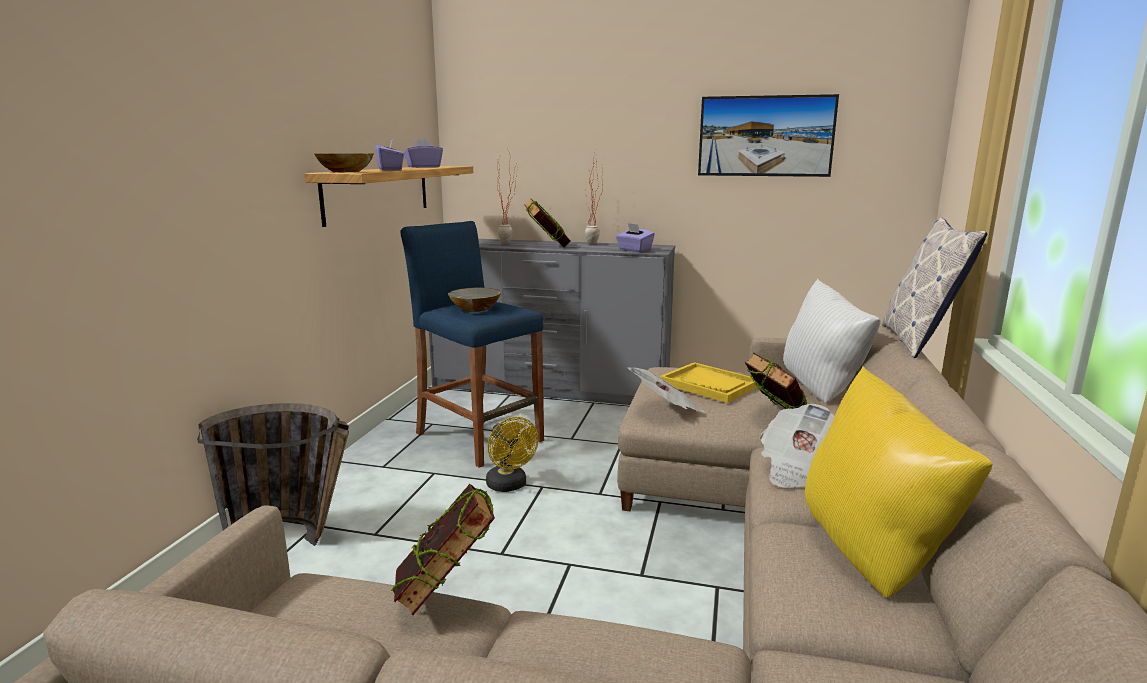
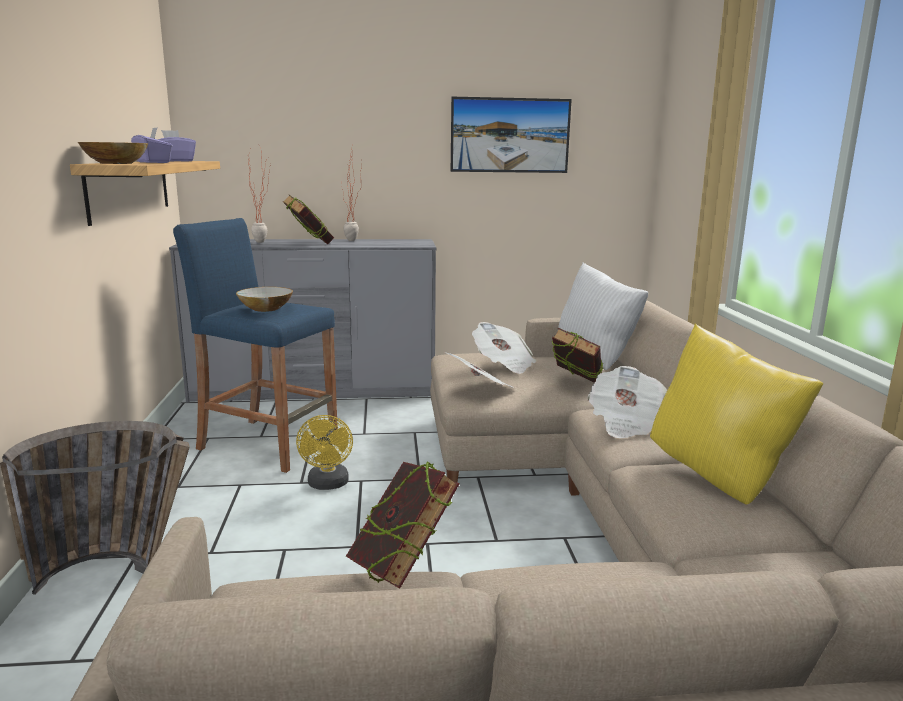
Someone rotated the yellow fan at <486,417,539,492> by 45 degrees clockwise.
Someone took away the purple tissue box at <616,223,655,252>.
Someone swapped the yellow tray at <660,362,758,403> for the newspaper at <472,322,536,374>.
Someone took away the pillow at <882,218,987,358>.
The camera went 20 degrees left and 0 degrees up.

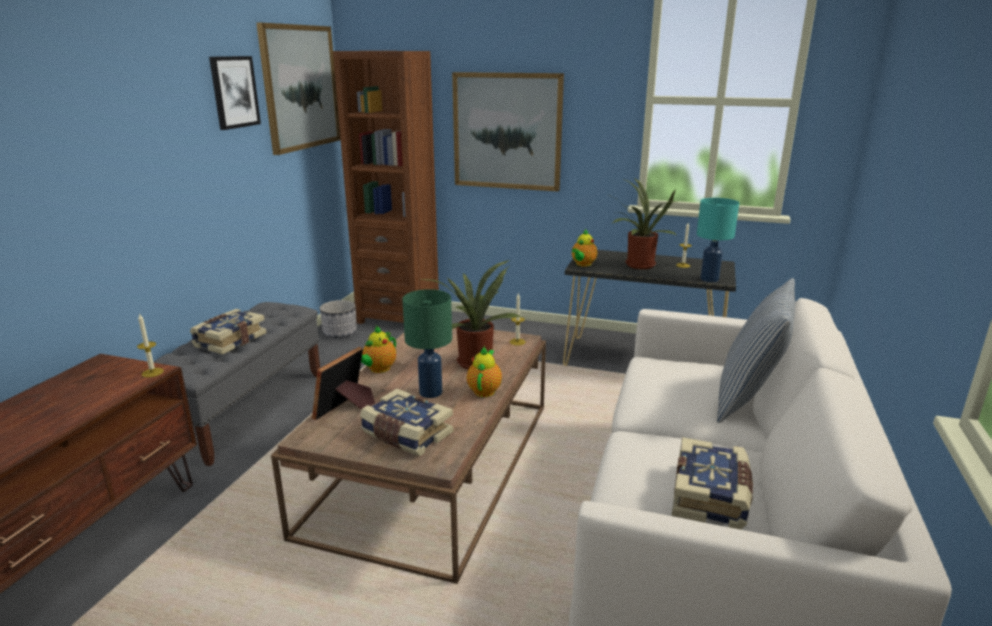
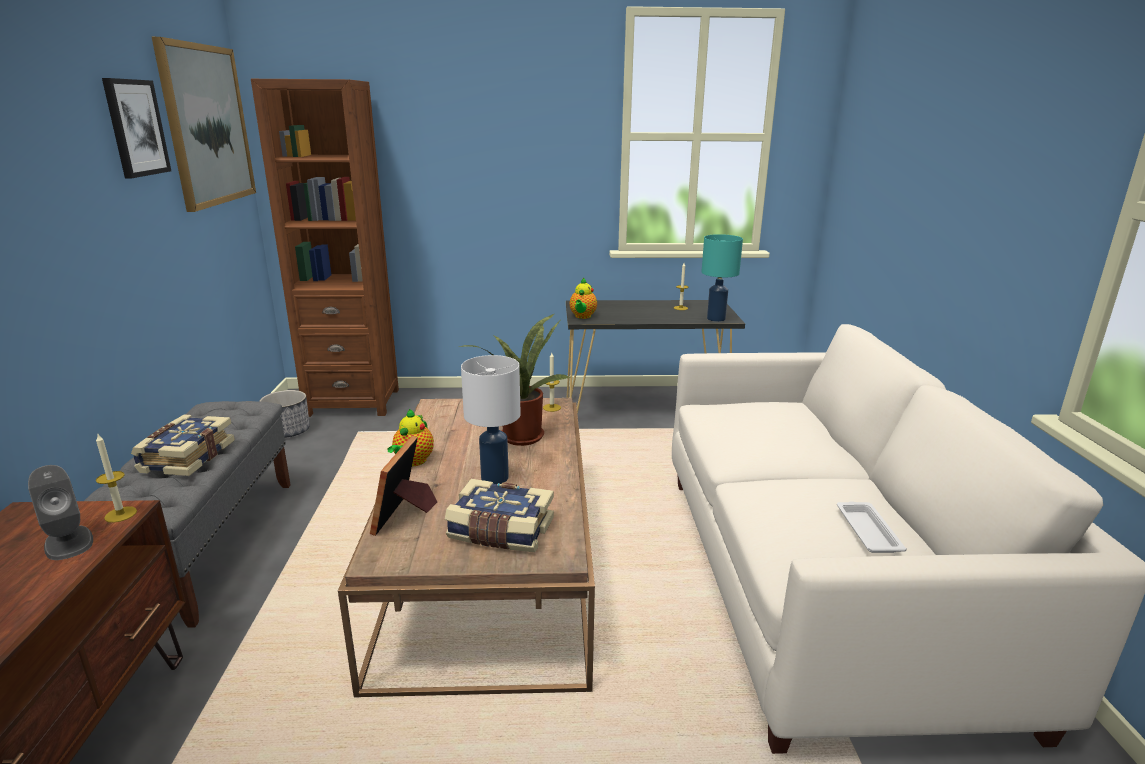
Someone repainted the green table lamp at <402,289,452,398>, which became the white table lamp at <461,355,521,484>.
Someone took away the picture at <452,72,564,191>.
Someone took away the teapot at <467,346,502,397>.
Someone took away the potted plant at <612,178,677,269>.
Someone swapped the book at <672,437,753,530> for the white tray at <837,501,907,553>.
Someone took away the pillow at <717,278,795,423>.
Someone put down the grey speaker at <28,465,93,560>.
The camera went 20 degrees left and 0 degrees up.

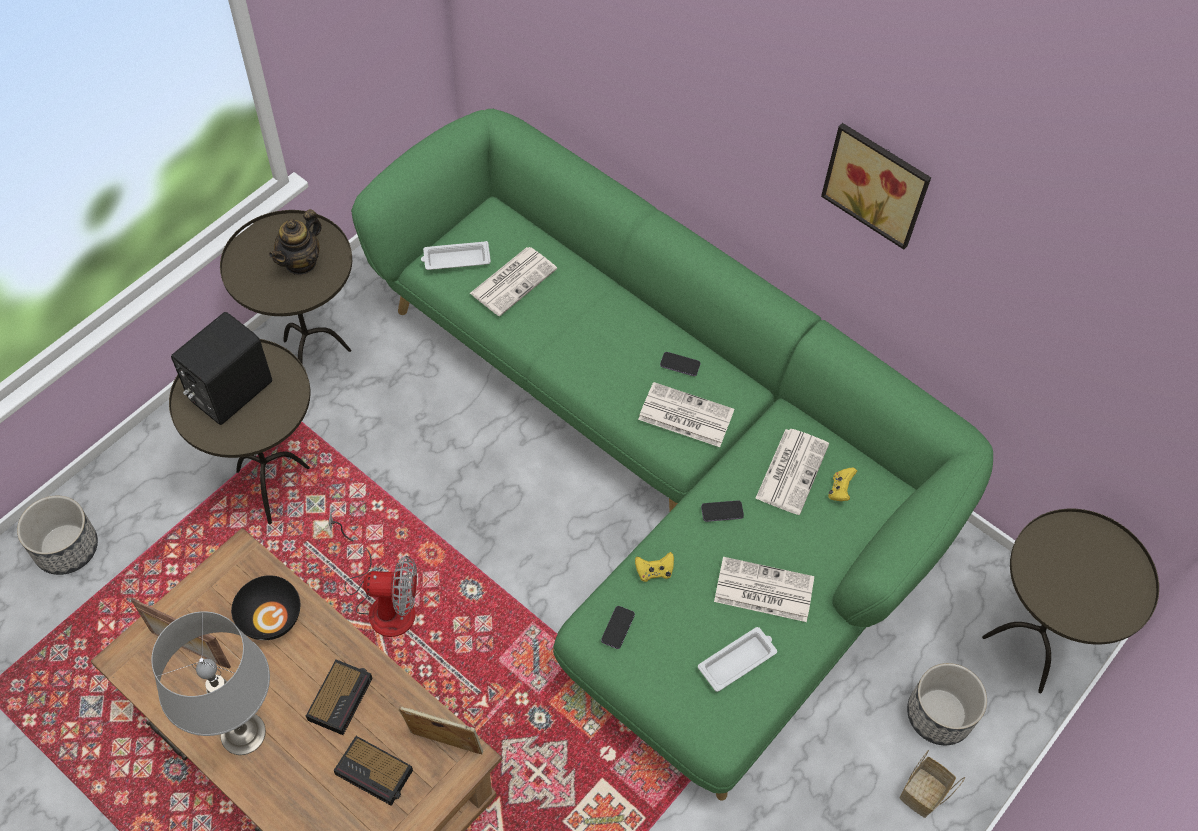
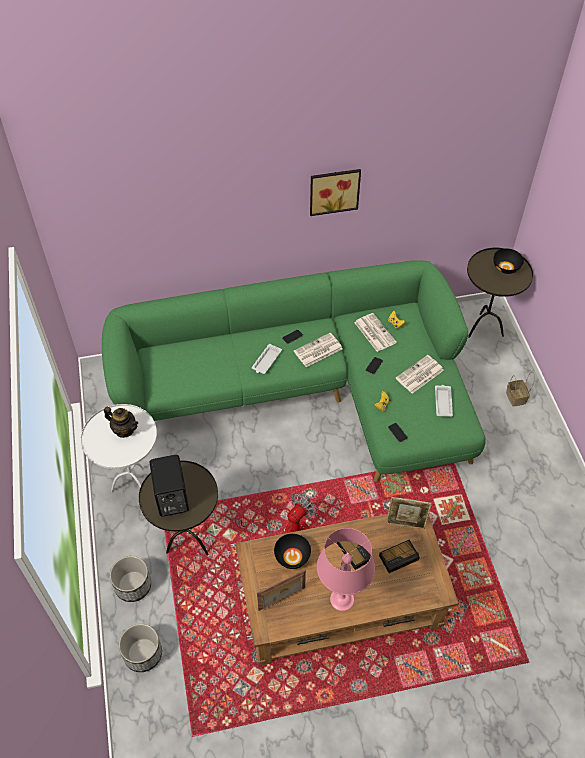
Someone repainted the grey table lamp at <151,611,270,755>, which became the pink table lamp at <317,528,375,611>.
Someone repainted the brown side table at <220,210,352,365>, which became the white side table at <81,404,157,493>.
Someone rotated the teapot at <269,209,322,275> by 45 degrees counterclockwise.
Someone rotated the picture frame at <399,706,483,754> by 135 degrees counterclockwise.
Someone carried the white tray from <421,241,491,270> to <252,344,282,374>.
Someone took away the newspaper at <470,247,557,316>.
Someone carried the planter from <907,663,987,745> to <110,556,151,602>.
Someone put down the black bowl at <494,248,524,274>.
The camera went 50 degrees left and 5 degrees down.

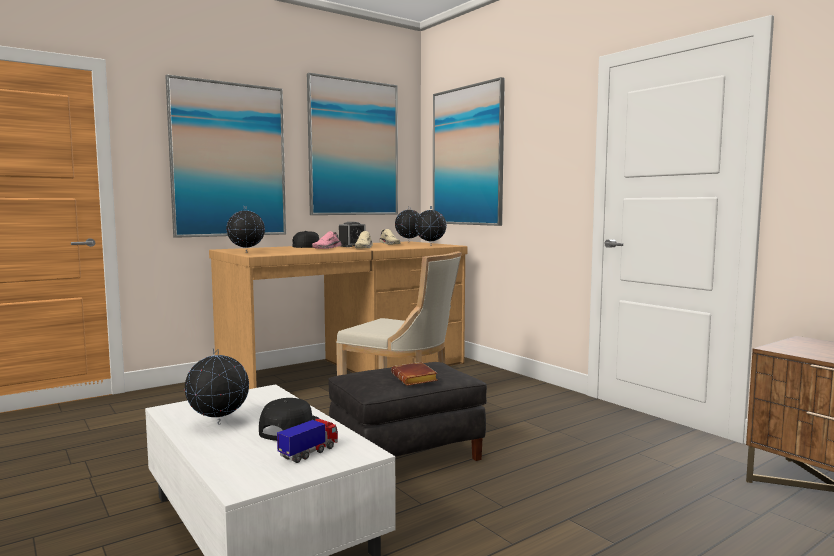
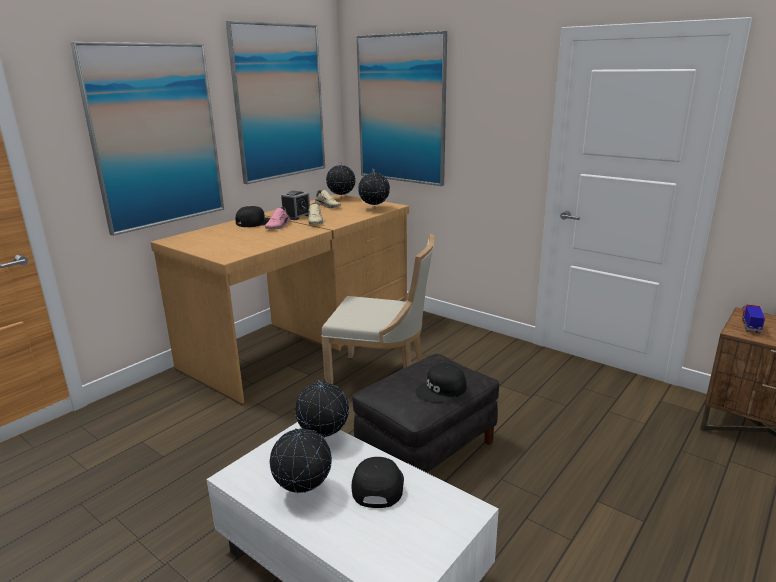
Someone carried the globe from <226,206,265,252> to <295,380,349,438>.
Someone carried the toy truck from <277,419,338,463> to <742,304,765,333>.
Someone swapped the brown book at <391,362,438,386> for the black cap at <416,363,467,403>.
The camera went 15 degrees left and 15 degrees up.

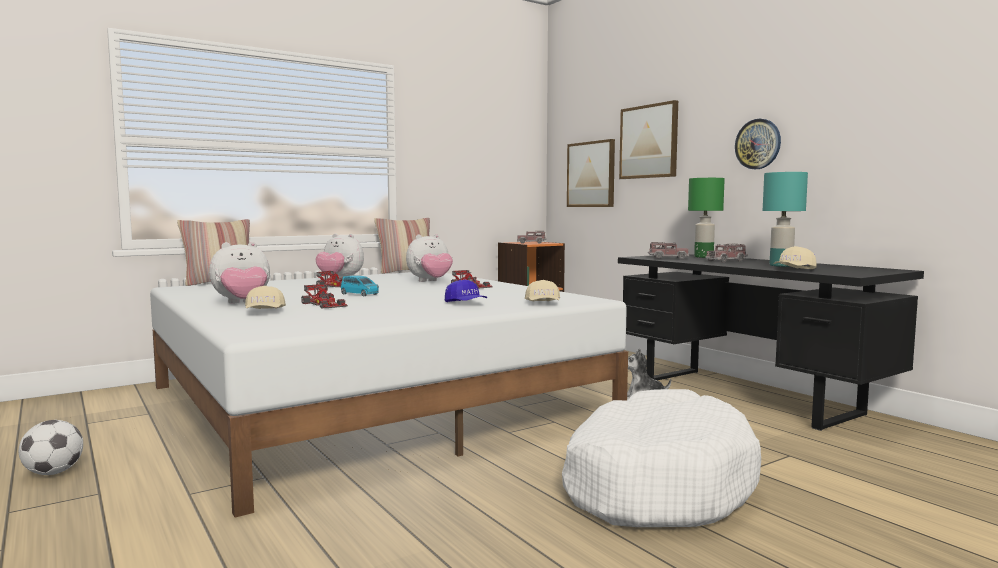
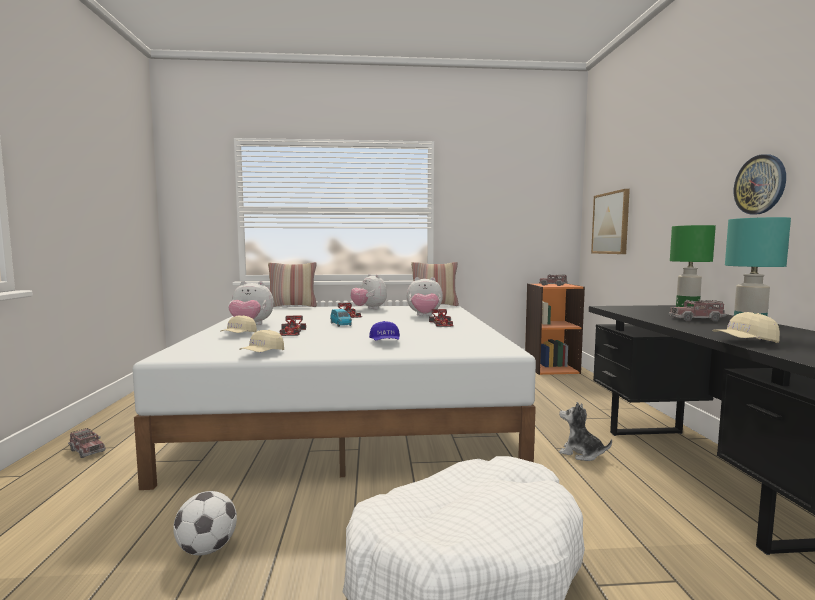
Someone carried the football from <19,420,83,475> to <173,491,237,556>.
Someone carried the beige cap from <525,280,560,301> to <240,330,284,352>.
Someone took away the picture at <619,100,678,179>.
Someone carried the toy truck from <648,242,689,259> to <68,428,106,458>.
The camera went 30 degrees right and 0 degrees up.

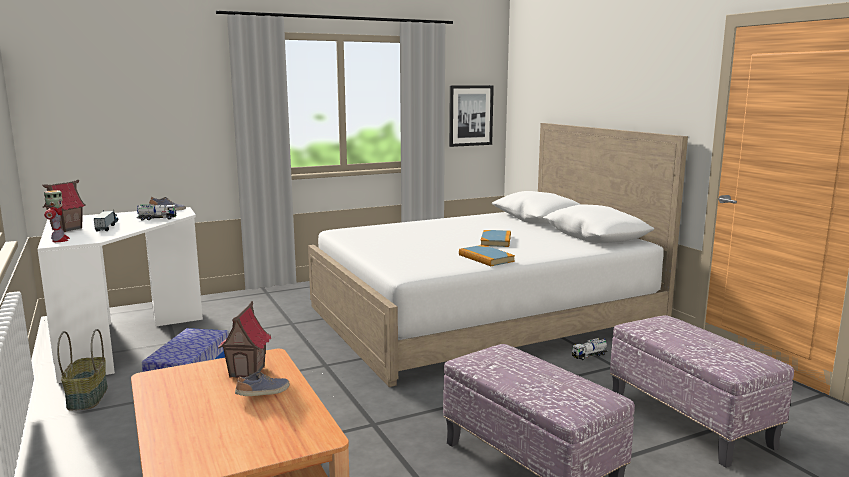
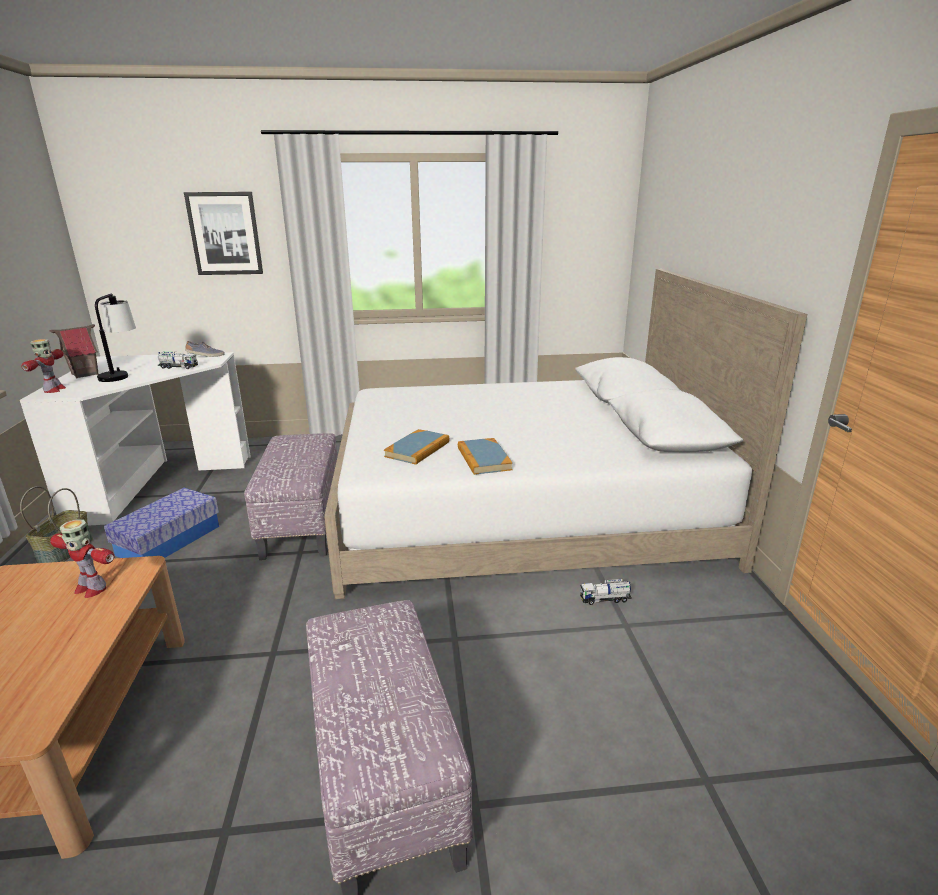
Someone swapped the toy truck at <93,209,119,232> for the table lamp at <95,294,136,382>.
Someone swapped the toy house at <218,301,271,378> for the toy robot at <50,519,114,598>.
Someone took away the shoe at <235,371,290,396>.
Someone carried the picture from <449,85,494,147> to <184,192,263,275>.
Someone carried the book from <480,230,511,247> to <384,429,449,465>.
Someone carried the ottoman from <610,315,794,468> to <244,433,338,560>.
The camera went 20 degrees right and 10 degrees up.

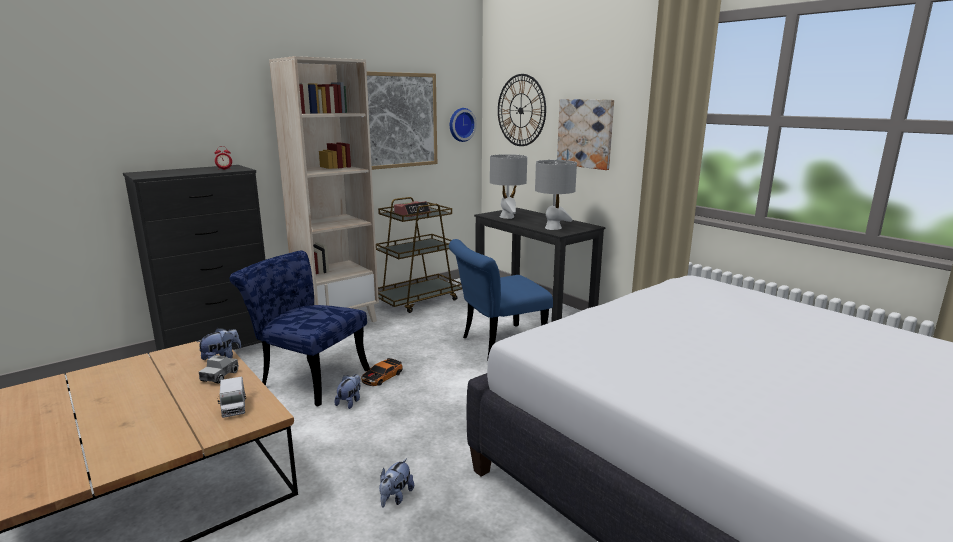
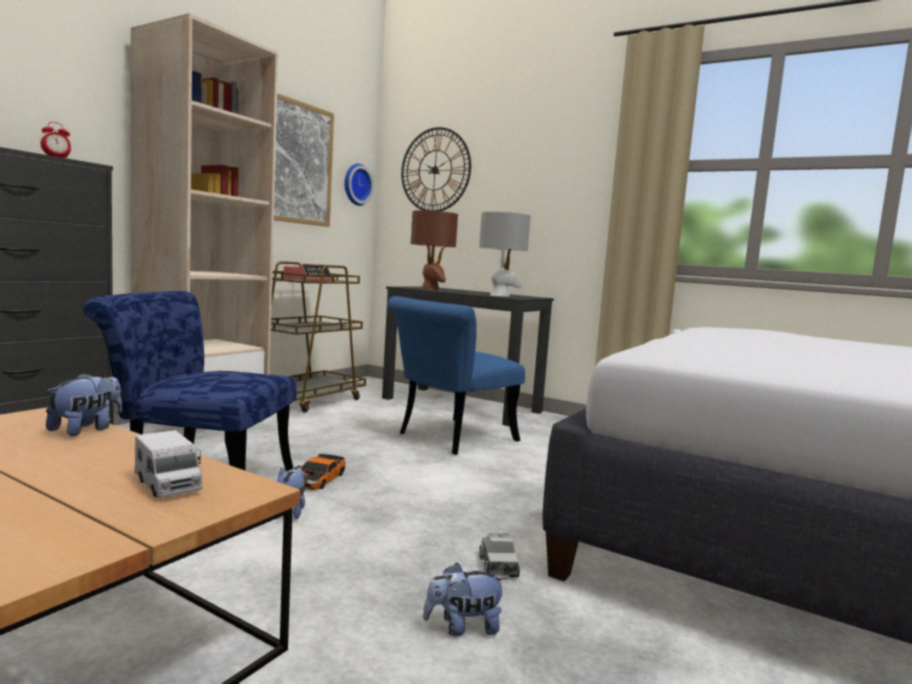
Someone carried the toy truck from <199,355,239,384> to <479,533,520,577>.
Someone rotated the plush toy at <379,458,414,508> by 75 degrees clockwise.
Someone repainted the grey table lamp at <490,154,527,219>, which became the brown table lamp at <411,210,458,290>.
Someone took away the picture at <557,99,614,170>.
The camera went 20 degrees left and 10 degrees down.

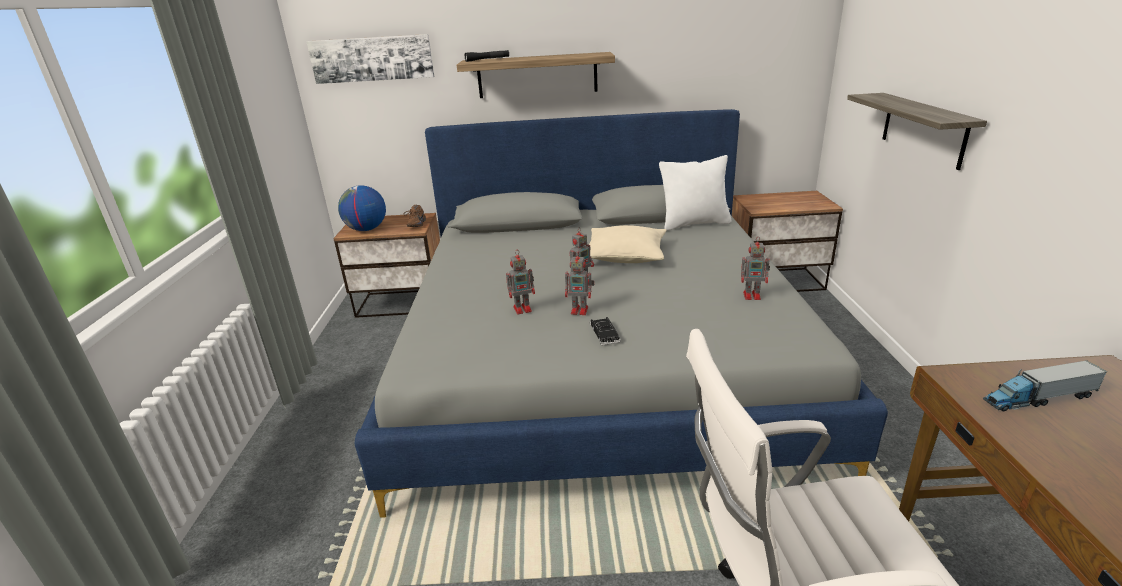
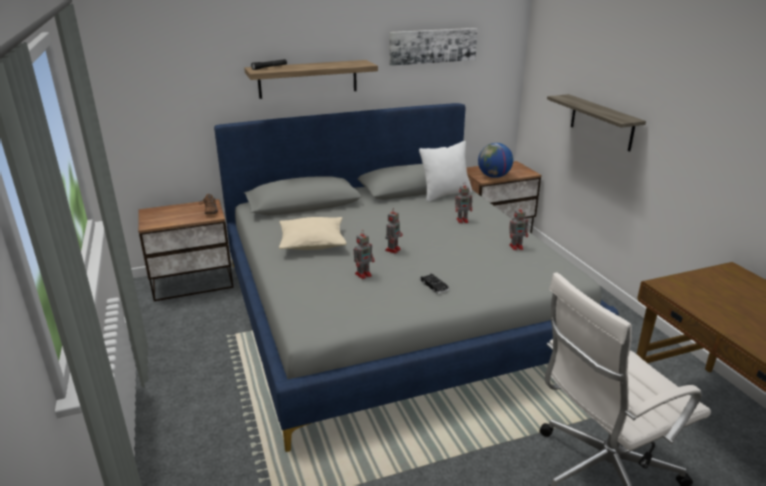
Someone carried the picture from <306,34,434,84> to <389,28,478,66>.
Someone carried the globe from <338,185,386,231> to <478,143,513,178>.
Someone carried the toy robot from <565,251,594,315> to <455,182,472,223>.
Someone carried the beige pillow from <589,225,667,263> to <279,217,347,250>.
Someone took away the toy truck at <983,360,1107,411>.
The camera went 20 degrees left and 0 degrees up.

